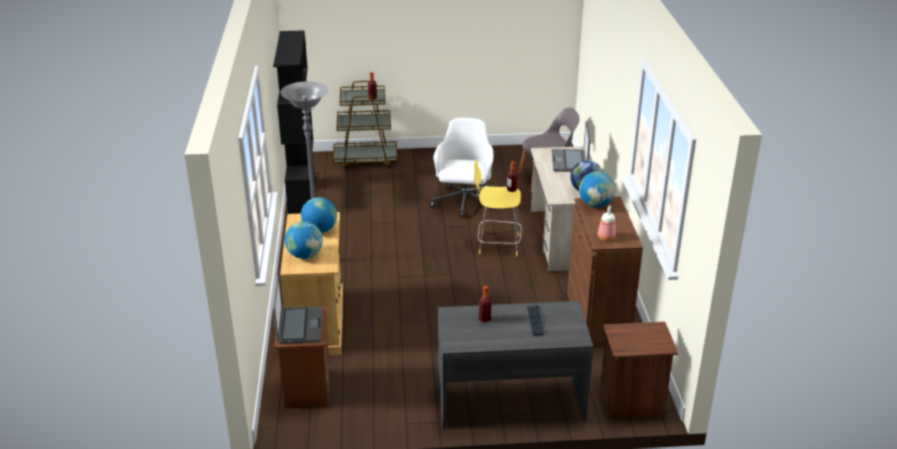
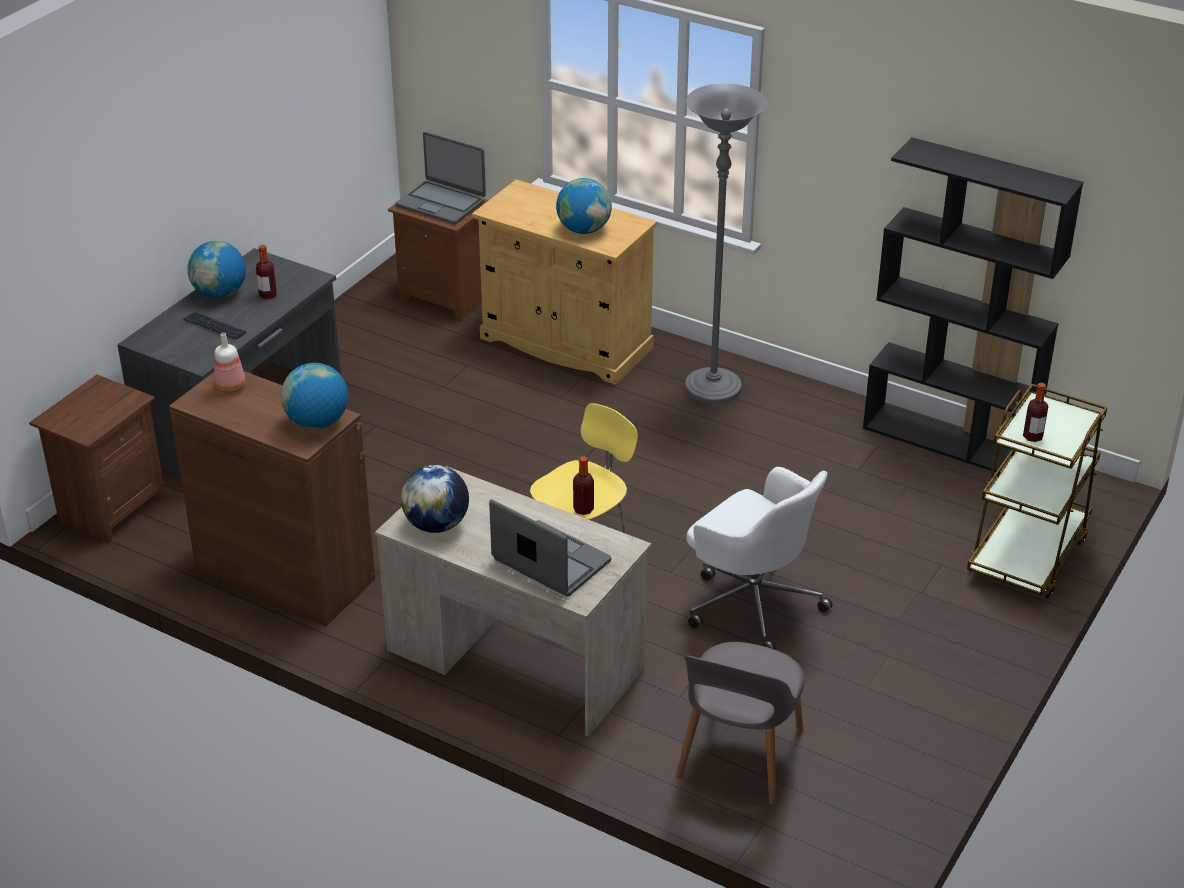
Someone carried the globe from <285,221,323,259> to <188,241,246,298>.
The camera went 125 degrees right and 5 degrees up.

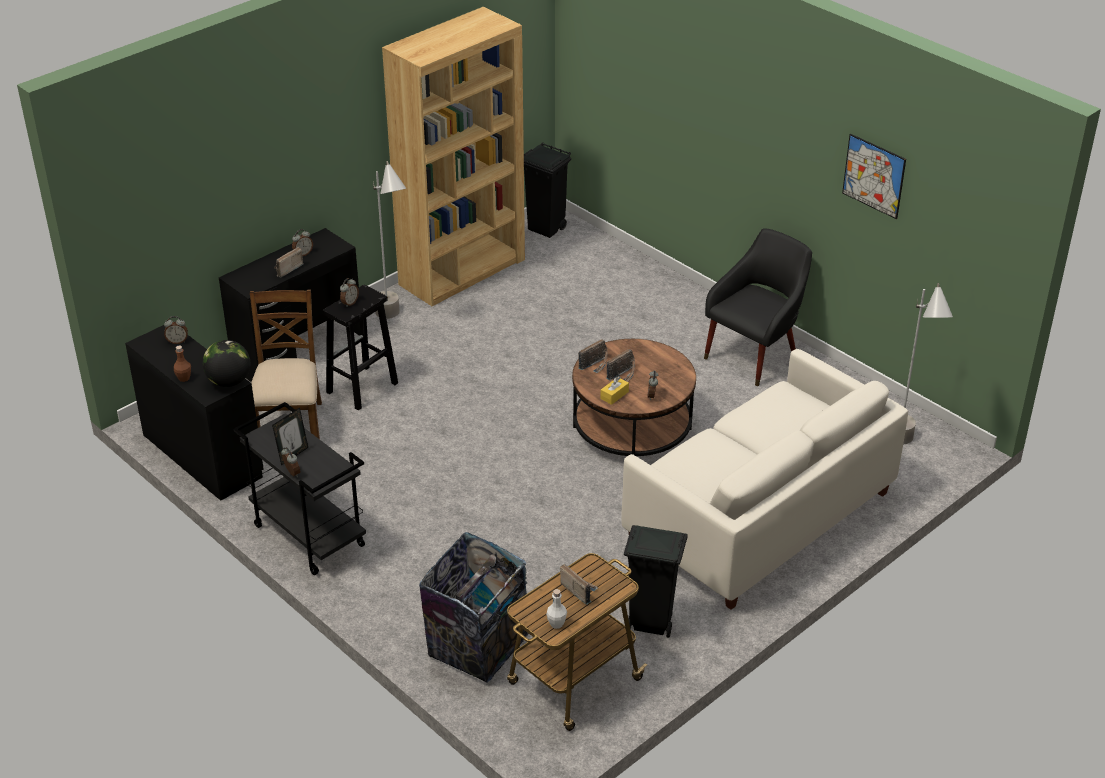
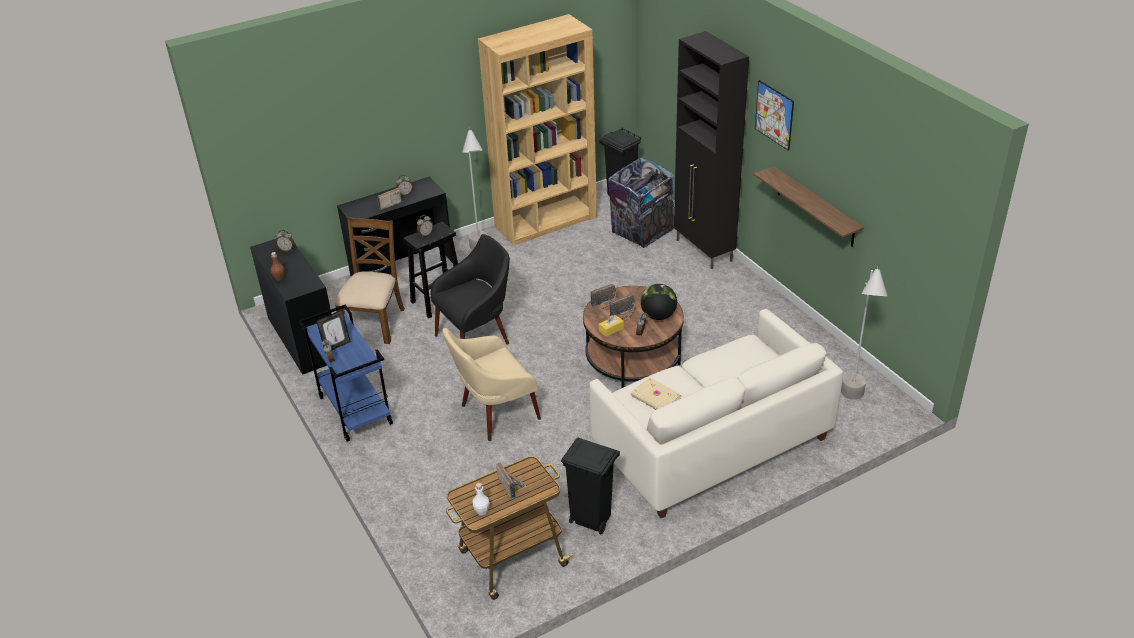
Someone carried the globe from <202,340,250,387> to <641,284,677,320>.
Someone repainted the black cart at <233,402,366,575>, which became the blue cart at <299,304,393,442>.
Someone carried the trash can from <419,532,529,682> to <608,157,674,248>.
Someone carried the black armchair from <704,228,812,386> to <431,234,510,345>.
Someone carried the picture from <842,134,906,219> to <755,80,794,151>.
Someone put down the beige armchair at <442,328,541,441>.
Someone put down the beige book at <631,377,682,410>.
Someone put down the black cabinet at <674,31,749,269>.
Someone put up the shelf at <754,166,864,247>.
The camera went 15 degrees right and 0 degrees up.

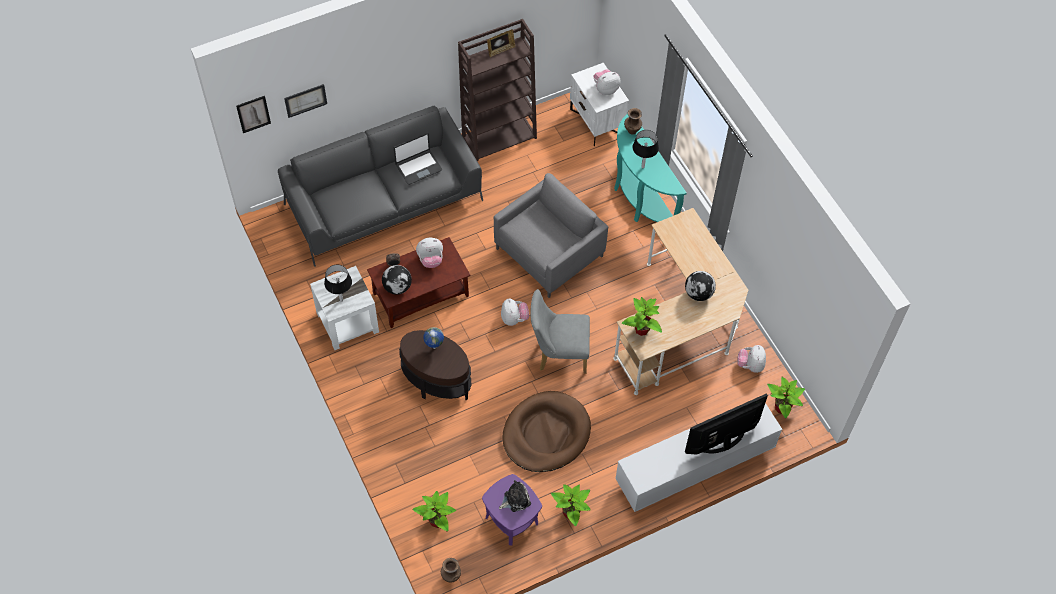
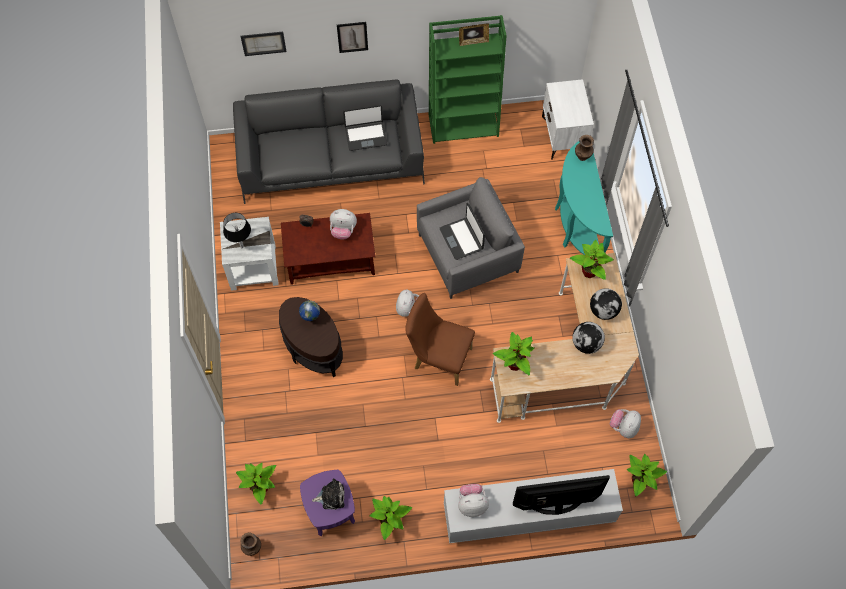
Someone carried the picture from <236,96,271,133> to <337,22,368,53>.
Someone carried the globe from <382,265,412,295> to <590,288,622,320>.
Someone repainted the brown bookcase at <458,19,537,161>, which became the green bookcase at <429,15,507,144>.
Someone took away the brown dog bed at <502,391,591,472>.
Someone repainted the grey chair at <530,289,590,374>, which became the brown chair at <406,293,475,386>.
Someone carried the plush toy from <593,69,621,95> to <458,484,489,517>.
Someone took away the black table lamp at <632,130,659,168>.
Someone put down the laptop at <440,203,485,260>.
Someone put down the potted plant at <570,240,614,280>.
The camera went 20 degrees right and 5 degrees up.

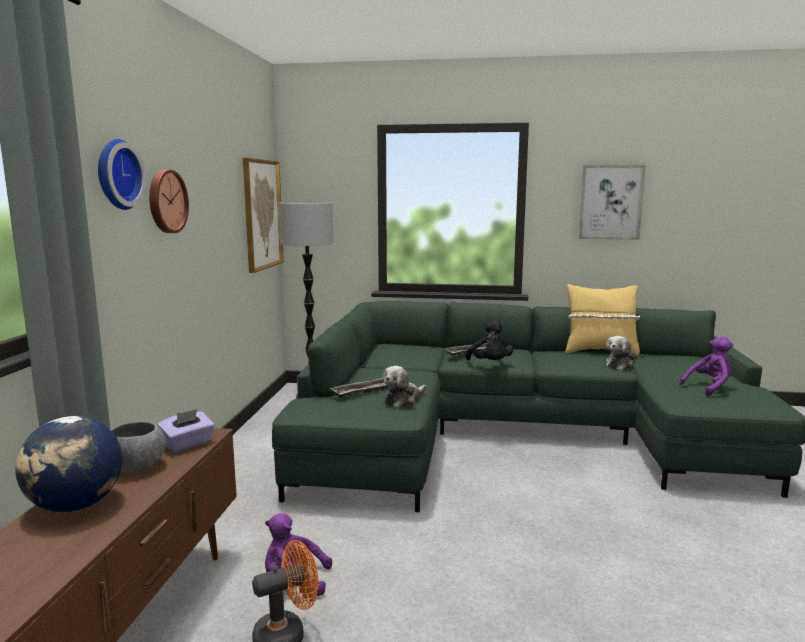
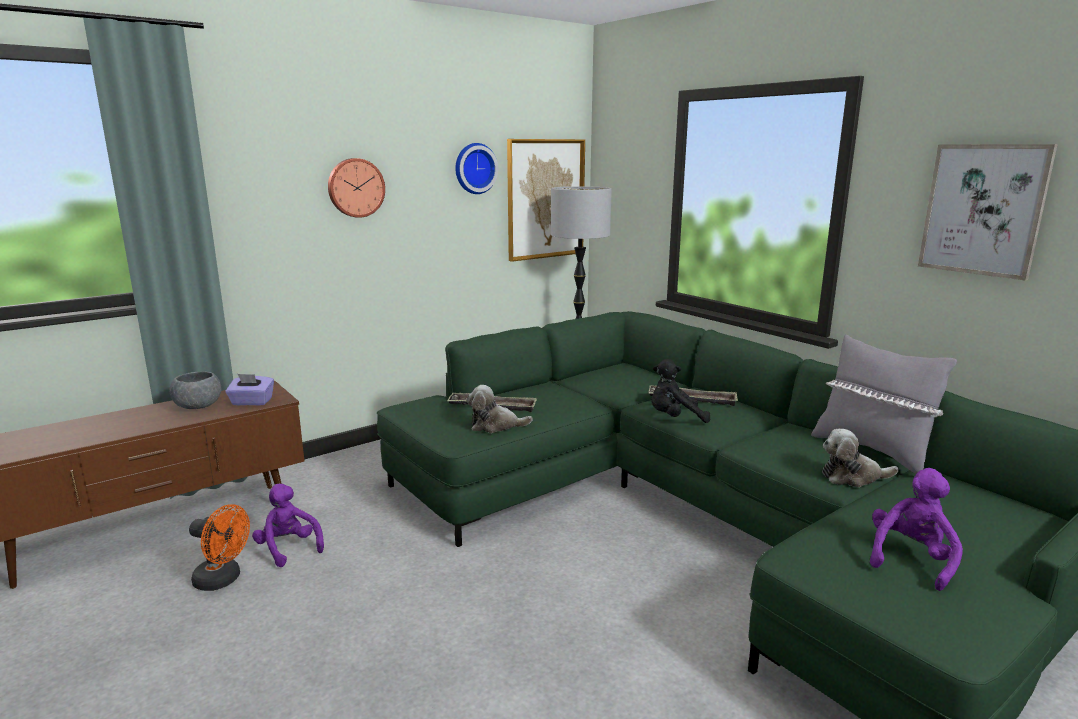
Someone took away the globe at <15,416,122,512>.
Someone carried the wall clock from <98,139,146,210> to <455,143,498,194>.
Someone rotated the black plush toy at <466,320,513,361> by 60 degrees clockwise.
Someone repainted the yellow pillow at <565,284,641,356>, which became the grey pillow at <811,334,957,474>.
Someone rotated the purple plush toy at <679,336,733,396> by 75 degrees counterclockwise.
The camera went 45 degrees right and 5 degrees up.

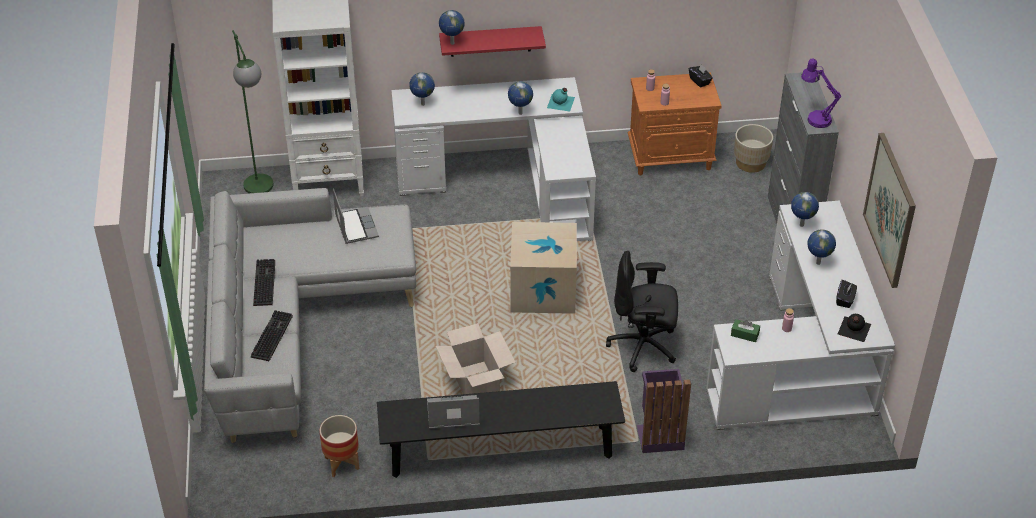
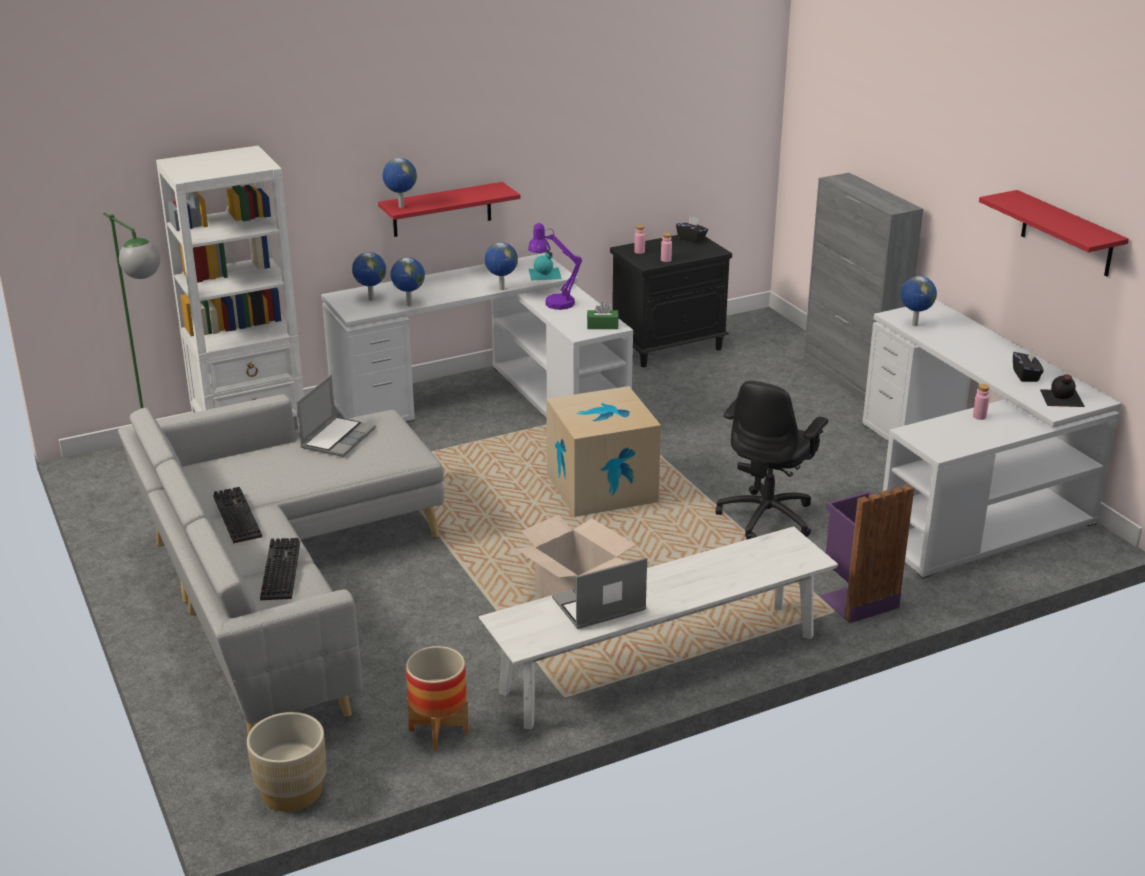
Someone rotated the laptop at <333,188,379,244> by 60 degrees clockwise.
Someone repainted the black bench at <377,381,625,478>, which became the white bench at <479,526,838,729>.
Someone rotated the black office chair at <606,251,678,372> by 45 degrees counterclockwise.
Someone repainted the orange nightstand at <628,72,722,175>, which became the black nightstand at <610,235,732,367>.
Someone carried the green tissue box from <731,319,760,342> to <587,302,619,329>.
Someone carried the beige planter from <734,124,773,173> to <247,712,326,812>.
Someone carried the purple table lamp from <801,58,842,128> to <528,223,583,310>.
Someone carried the globe from <807,229,836,265> to <390,257,425,306>.
Someone swapped the picture at <863,133,916,288> for the red shelf at <979,190,1129,276>.
The camera went 20 degrees left and 15 degrees down.

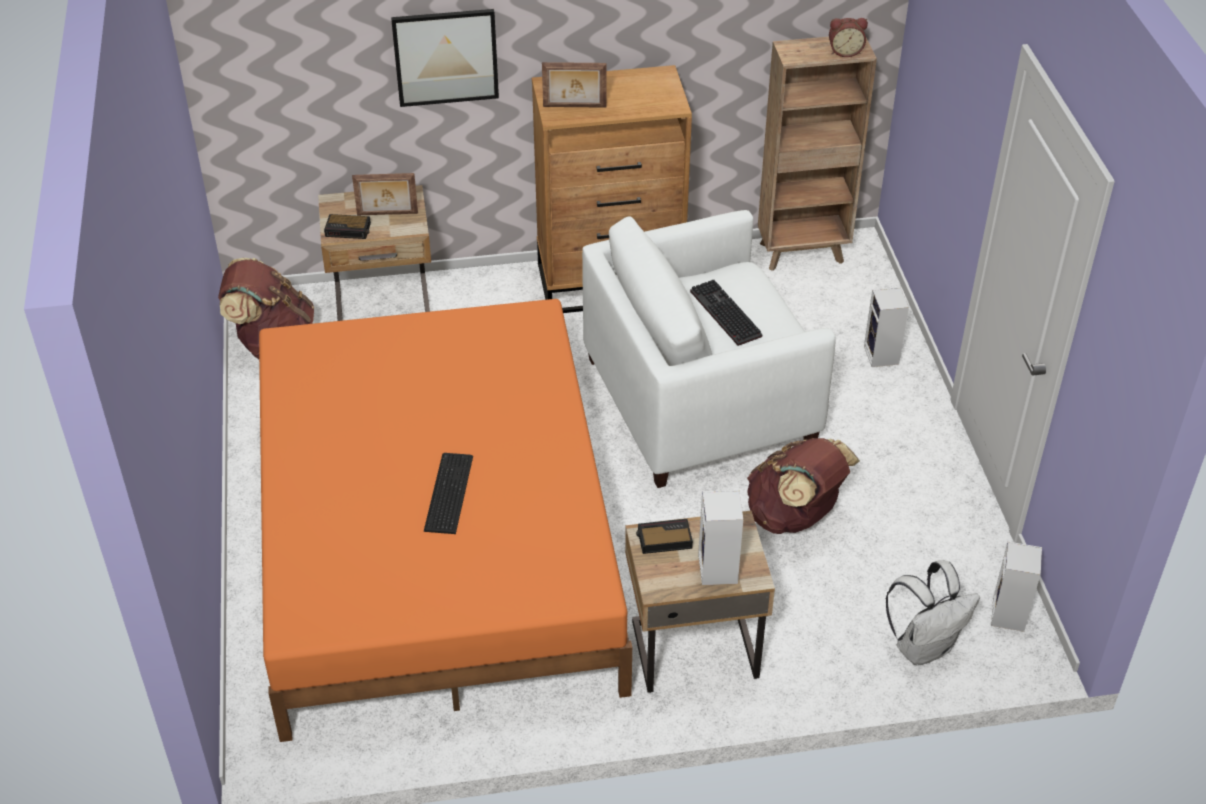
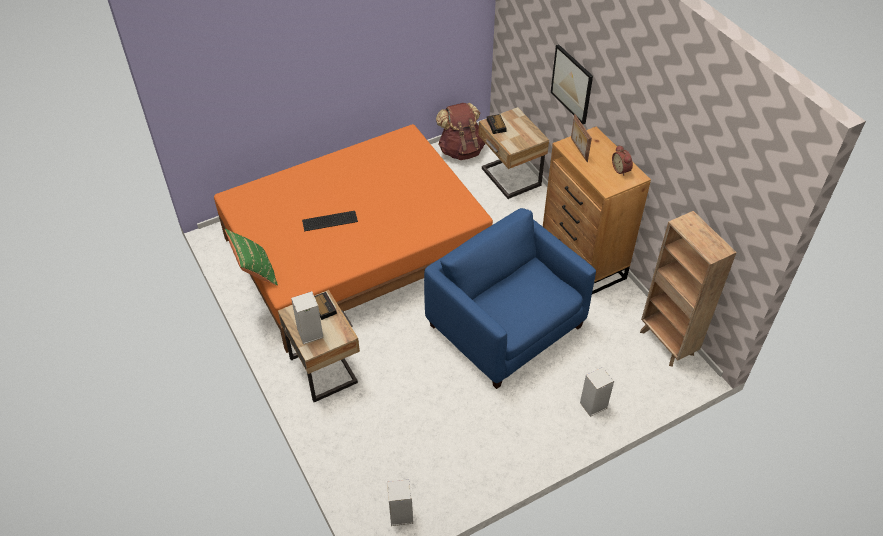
Someone took away the picture frame at <352,173,418,216>.
Someone repainted the white armchair at <582,210,836,488>, which became the blue armchair at <424,208,596,389>.
Someone took away the keyboard at <690,280,762,346>.
Someone took away the brown backpack at <747,438,860,534>.
Someone carried the alarm clock from <829,18,868,57> to <612,145,633,176>.
Someone took away the white backpack at <886,560,980,665>.
Someone put down the green pillow at <225,229,278,286>.
The camera went 70 degrees right and 5 degrees up.

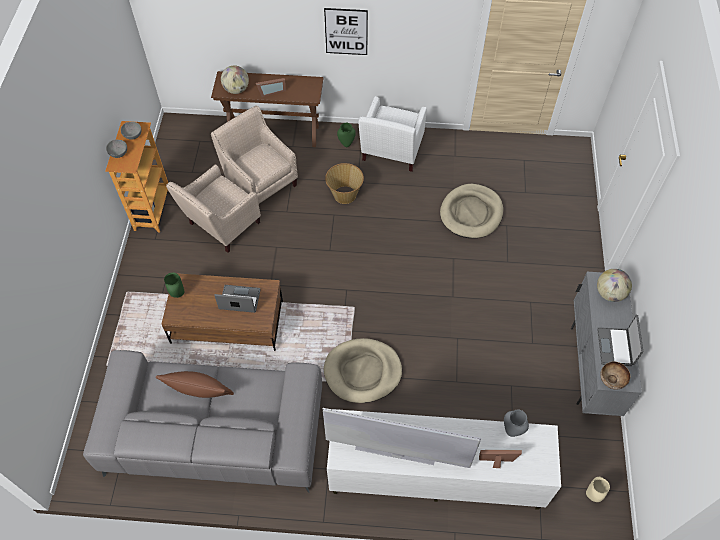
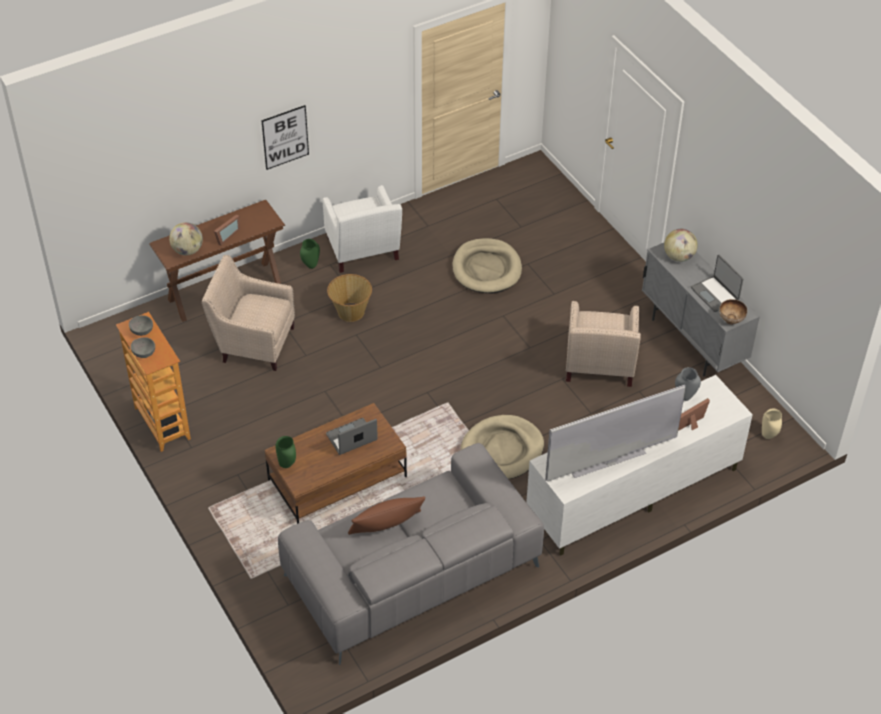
Someone carried the beige armchair from <166,164,261,253> to <566,301,641,387>.
The camera went 35 degrees left and 10 degrees down.

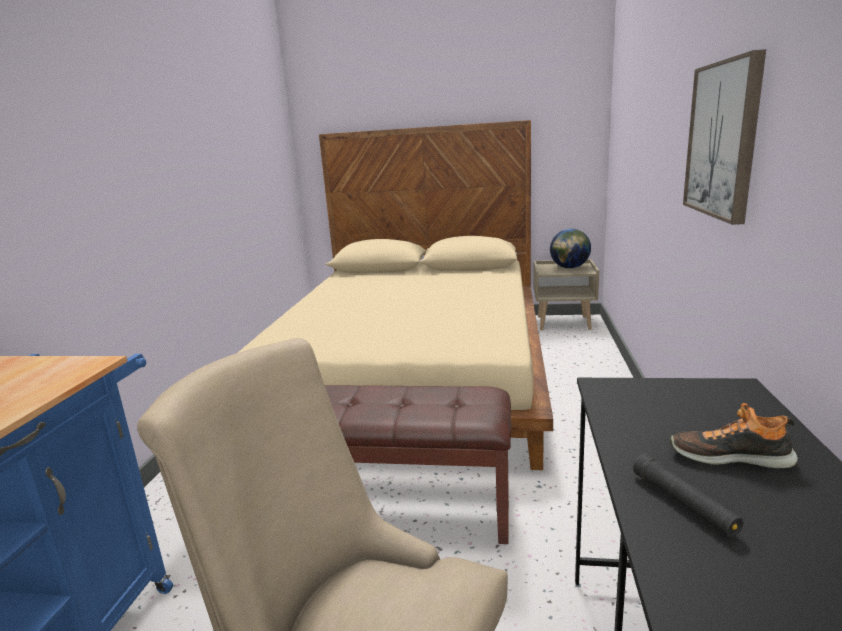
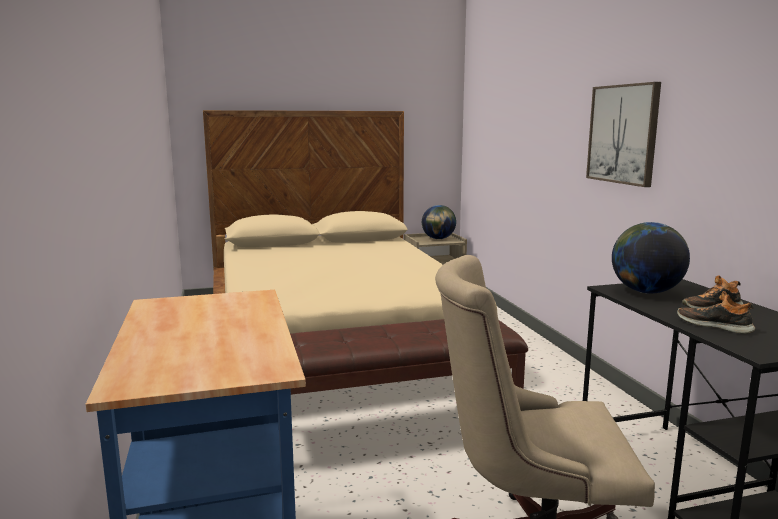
Someone swapped the black flashlight at <633,453,744,537> for the shoe at <677,291,755,334>.
Someone put down the globe at <612,222,690,294>.
The camera went 25 degrees left and 5 degrees down.

